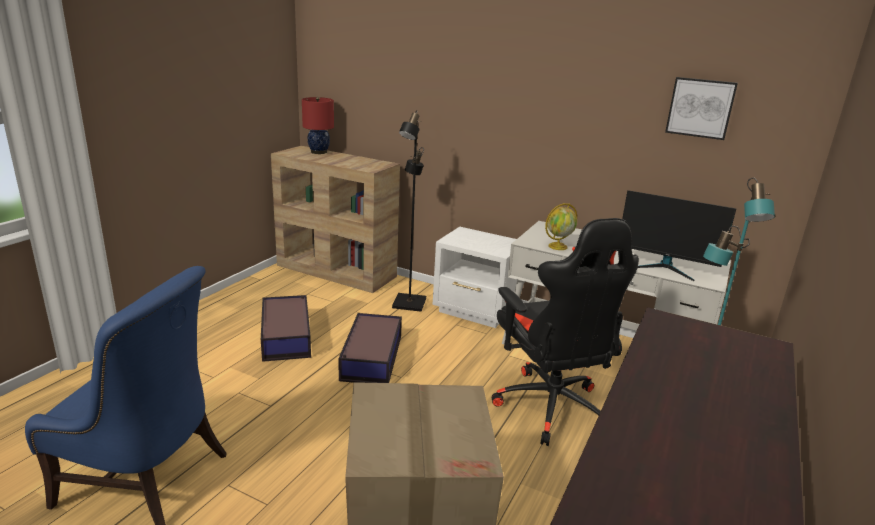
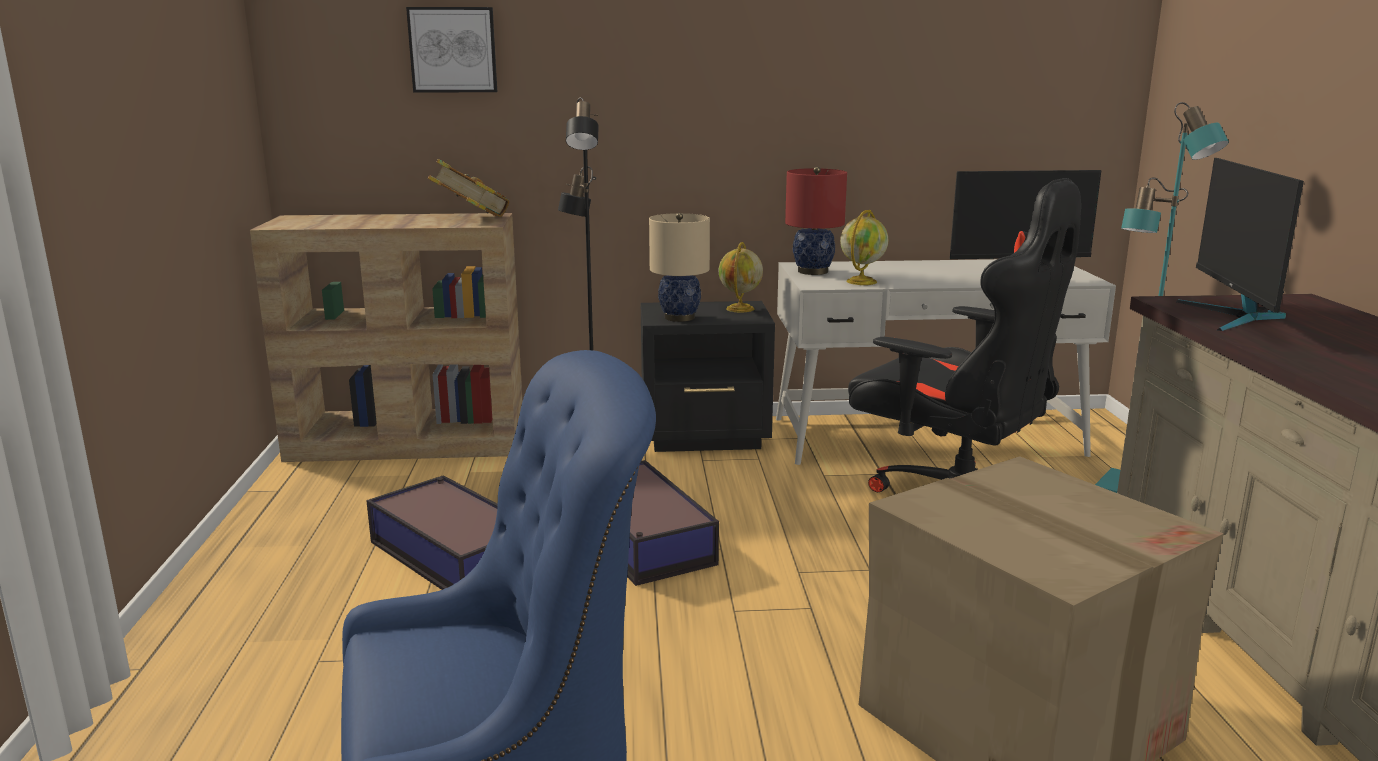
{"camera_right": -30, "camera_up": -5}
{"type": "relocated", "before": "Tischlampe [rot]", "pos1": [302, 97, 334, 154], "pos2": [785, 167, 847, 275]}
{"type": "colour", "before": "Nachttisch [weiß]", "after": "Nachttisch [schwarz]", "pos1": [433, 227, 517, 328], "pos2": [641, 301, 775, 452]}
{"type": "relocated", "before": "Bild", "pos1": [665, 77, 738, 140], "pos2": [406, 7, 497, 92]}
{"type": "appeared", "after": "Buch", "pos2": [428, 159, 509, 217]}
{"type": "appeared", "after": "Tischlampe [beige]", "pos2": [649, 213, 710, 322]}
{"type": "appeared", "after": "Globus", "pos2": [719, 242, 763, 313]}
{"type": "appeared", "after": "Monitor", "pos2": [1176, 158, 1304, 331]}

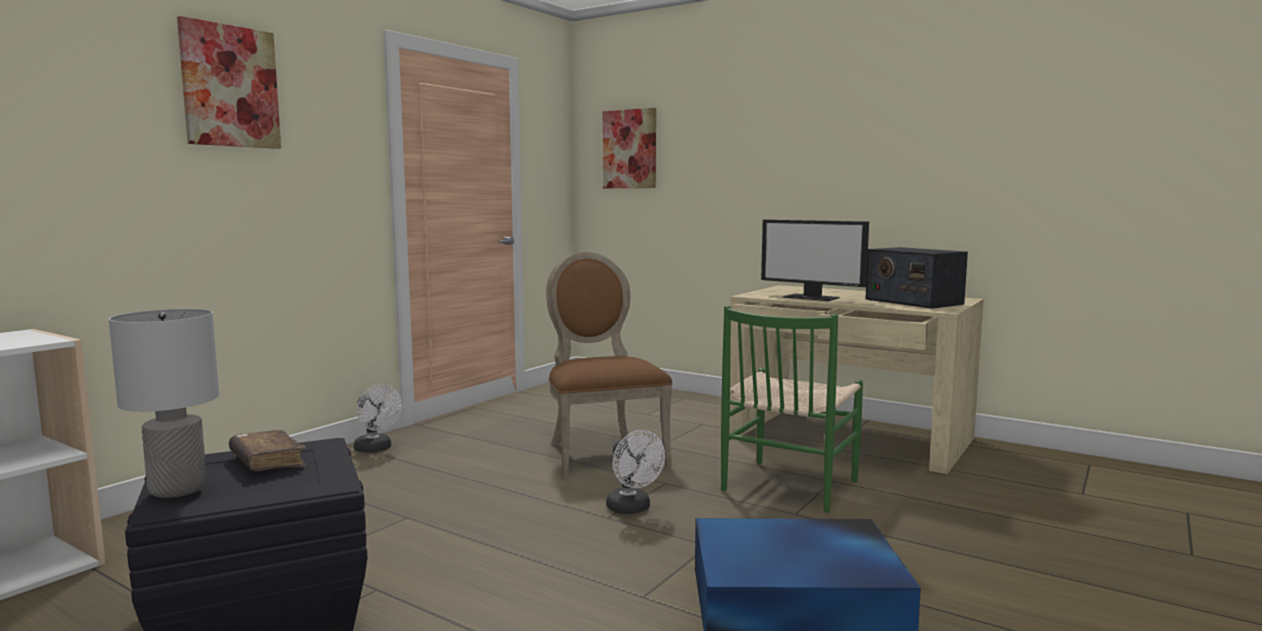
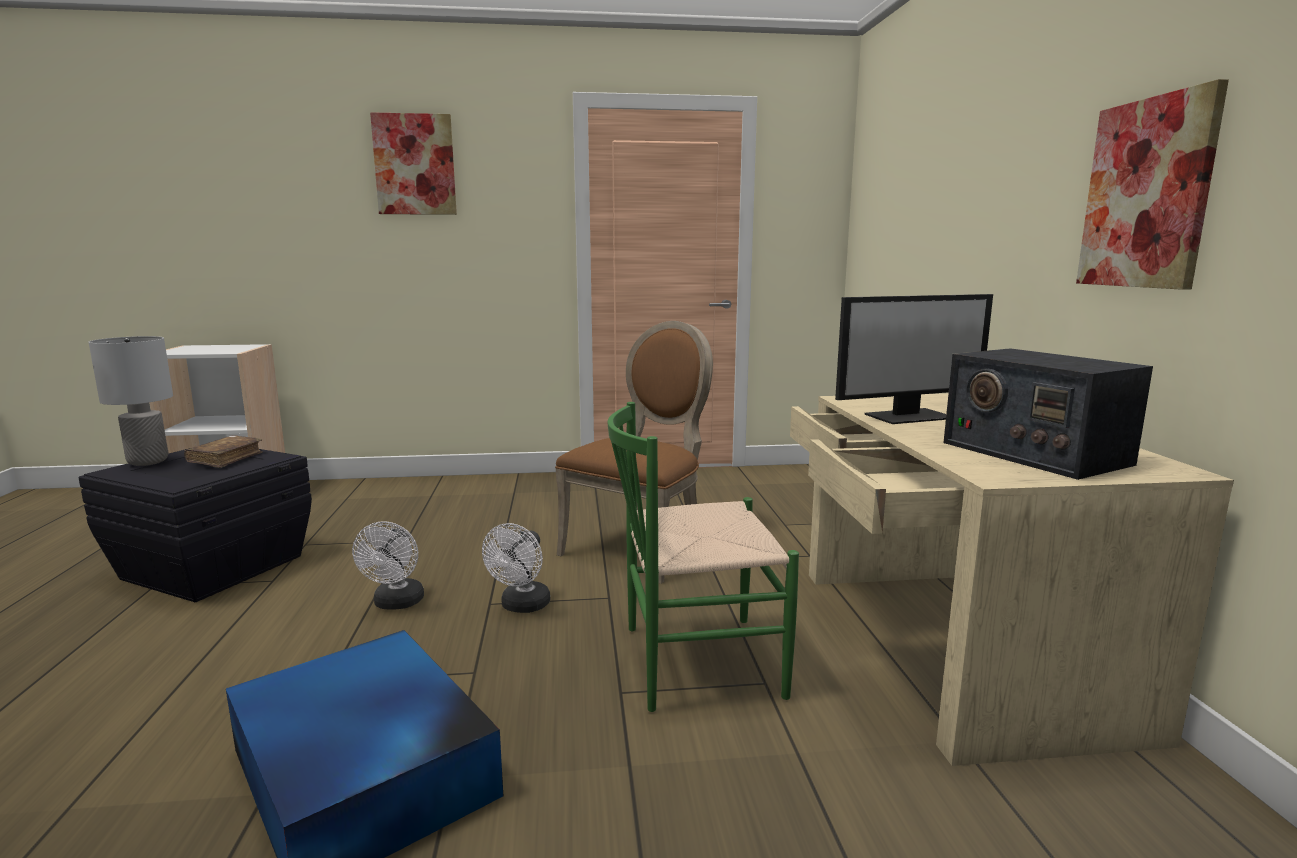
{"camera_right": 50, "camera_up": 5}
{"type": "relocated", "before": "Ventilator [weiß]", "pos1": [354, 384, 402, 453], "pos2": [352, 521, 424, 610]}
{"type": "relocated", "before": "Bild", "pos1": [602, 108, 656, 188], "pos2": [1076, 79, 1229, 290]}
{"type": "spun", "before": "Monitor", "pos1": [761, 220, 869, 301], "pos2": [835, 294, 993, 424], "turn": -105}
{"type": "spun", "before": "Radio", "pos1": [865, 247, 968, 309], "pos2": [944, 348, 1153, 480], "turn": -45}

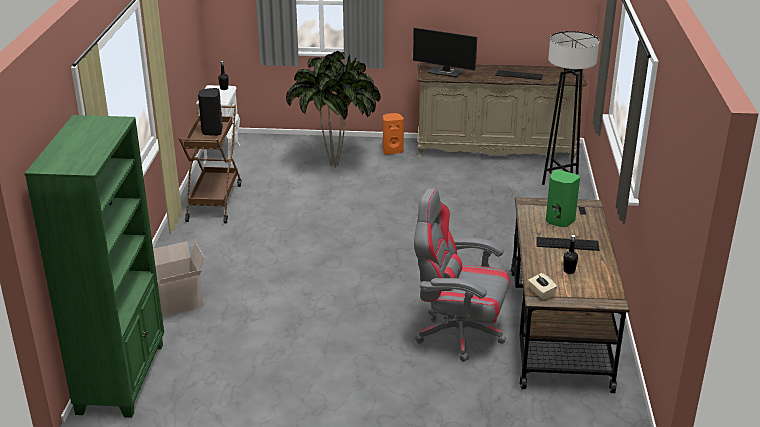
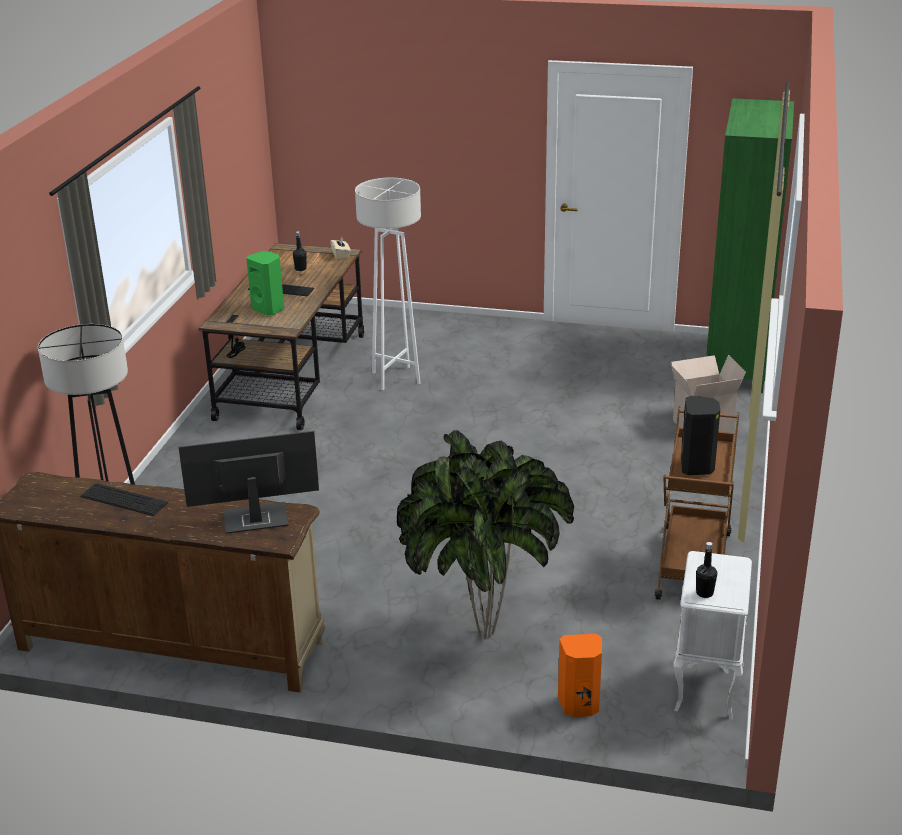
{"camera_right": -170, "camera_up": 0}
{"type": "relocated", "before": "Lautsprecher [orange]", "pos1": [383, 113, 404, 154], "pos2": [558, 634, 602, 717]}
{"type": "spun", "before": "Monitor", "pos1": [413, 27, 477, 78], "pos2": [178, 431, 319, 534], "turn": -45}
{"type": "exchanged", "before": "Bürostuhl [grau]", "after": "Stehlampe [weiß]", "pos1": [414, 188, 510, 362], "pos2": [355, 178, 421, 390]}

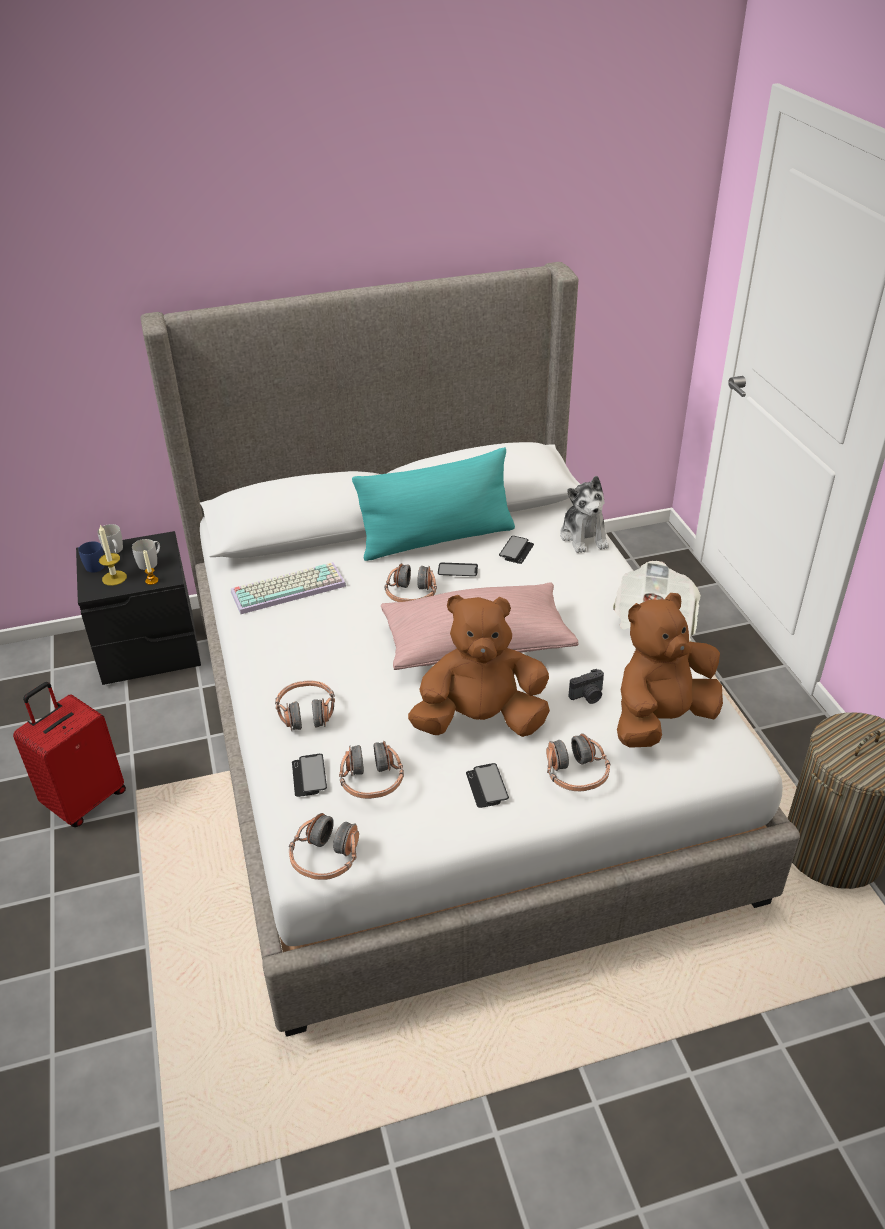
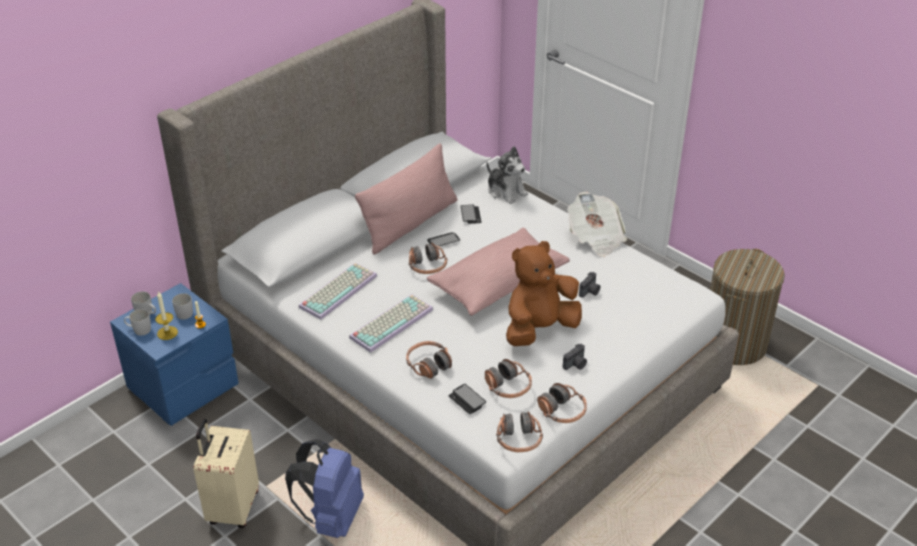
{"camera_right": -30, "camera_up": 0}
{"type": "colour", "before": "Koffer [rot]", "after": "Koffer [beige]", "pos1": [13, 682, 126, 827], "pos2": [193, 419, 259, 528]}
{"type": "colour", "before": "Nachttisch [schwarz]", "after": "Nachttisch [blau]", "pos1": [76, 531, 201, 685], "pos2": [110, 283, 239, 426]}
{"type": "colour", "before": "Henkelbecher [blau]", "after": "Henkelbecher [weiß]", "pos1": [78, 541, 105, 573], "pos2": [124, 309, 151, 336]}
{"type": "colour", "before": "Kissen [türkis]", "after": "Kissen [rosa]", "pos1": [352, 447, 515, 561], "pos2": [355, 143, 457, 255]}
{"type": "exchanged", "before": "Handy", "after": "Kamera", "pos1": [466, 763, 509, 808], "pos2": [563, 344, 587, 370]}
{"type": "relocated", "before": "Kopfhörer", "pos1": [546, 733, 610, 791], "pos2": [537, 383, 587, 423]}
{"type": "missing", "before": "Plüschtier [braun]", "pos1": [617, 593, 723, 748]}
{"type": "appeared", "after": "Rucksack [blau]", "pos2": [285, 439, 364, 538]}
{"type": "appeared", "after": "Tastatur", "pos2": [349, 294, 433, 353]}

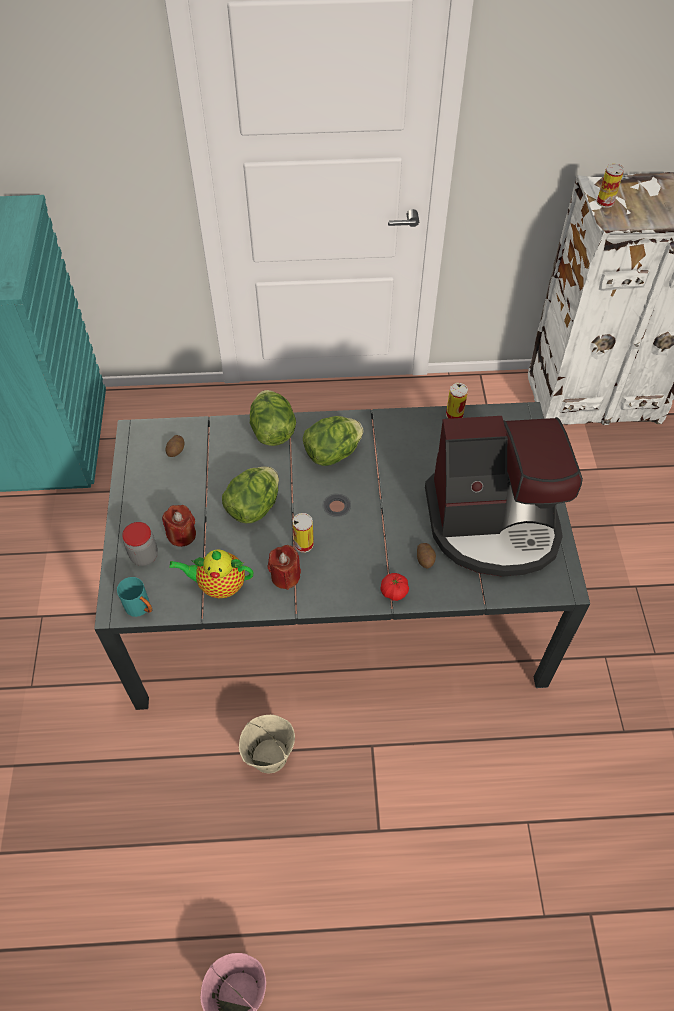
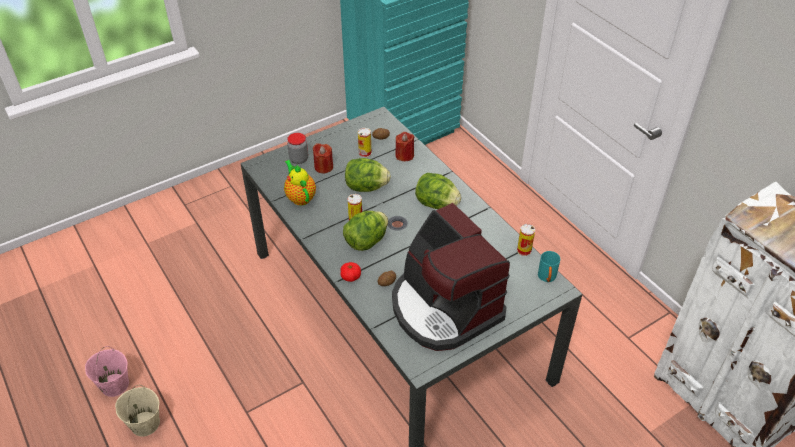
{"camera_right": 60, "camera_up": -10}
{"type": "relocated", "before": "Henkelbecher [türkis]", "pos1": [117, 577, 152, 617], "pos2": [538, 251, 560, 282]}
{"type": "relocated", "before": "Eimer [beige]", "pos1": [239, 715, 295, 774], "pos2": [115, 385, 160, 437]}
{"type": "relocated", "before": "Salatkopf", "pos1": [250, 390, 296, 446], "pos2": [343, 211, 388, 251]}
{"type": "relocated", "before": "Kerze [rot]", "pos1": [268, 545, 301, 590], "pos2": [395, 132, 414, 161]}
{"type": "relocated", "before": "Dose", "pos1": [596, 164, 624, 208], "pos2": [358, 128, 372, 158]}

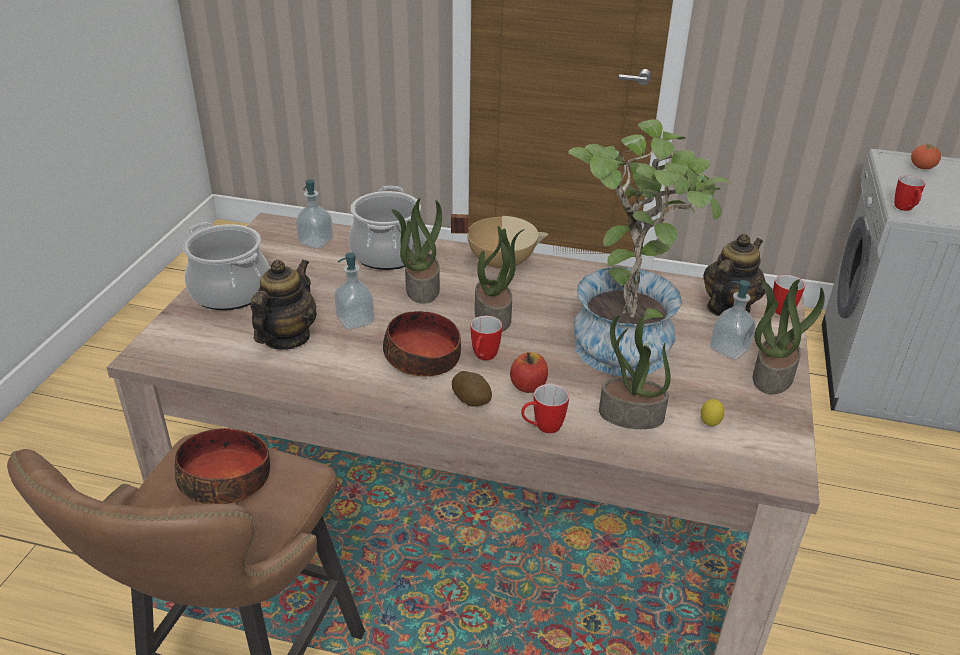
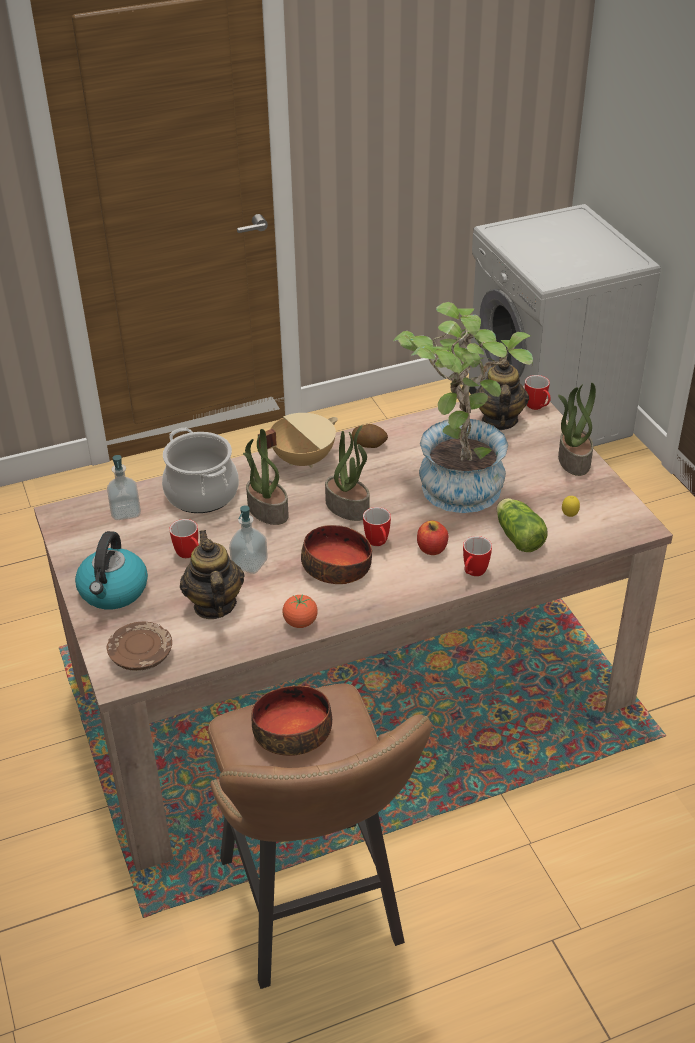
{"camera_right": -35, "camera_up": 5}
{"type": "exchanged", "before": "Kochtopf", "after": "Wasserkessel", "pos1": [183, 222, 270, 310], "pos2": [75, 531, 148, 609]}
{"type": "relocated", "before": "Kartoffel", "pos1": [452, 371, 492, 407], "pos2": [351, 424, 388, 448]}
{"type": "exchanged", "before": "Topfpflanze", "after": "Salatkopf", "pos1": [599, 315, 671, 429], "pos2": [496, 498, 548, 552]}
{"type": "missing", "before": "Seifenspender", "pos1": [710, 280, 756, 360]}
{"type": "relocated", "before": "Henkelbecher", "pos1": [894, 175, 926, 211], "pos2": [169, 519, 199, 558]}
{"type": "relocated", "before": "Tomate", "pos1": [911, 143, 941, 169], "pos2": [283, 594, 318, 628]}
{"type": "appeared", "after": "Teller [braun]", "pos2": [107, 622, 172, 671]}

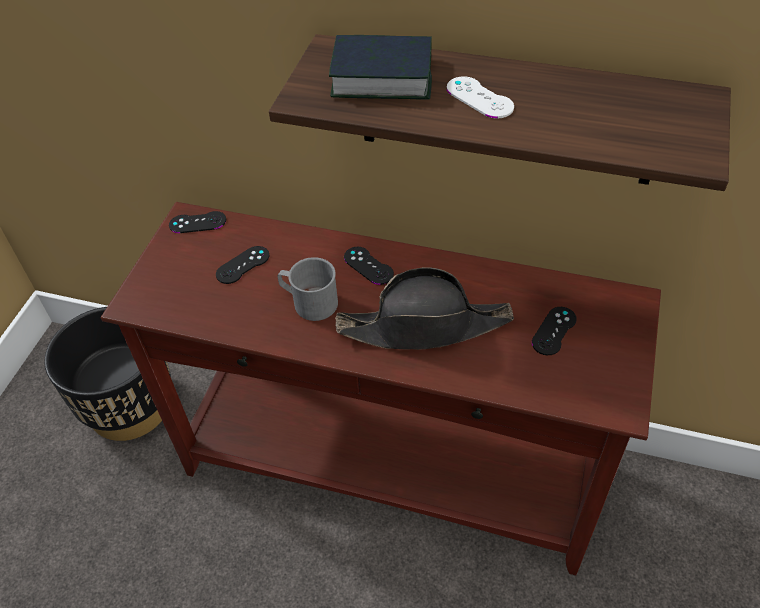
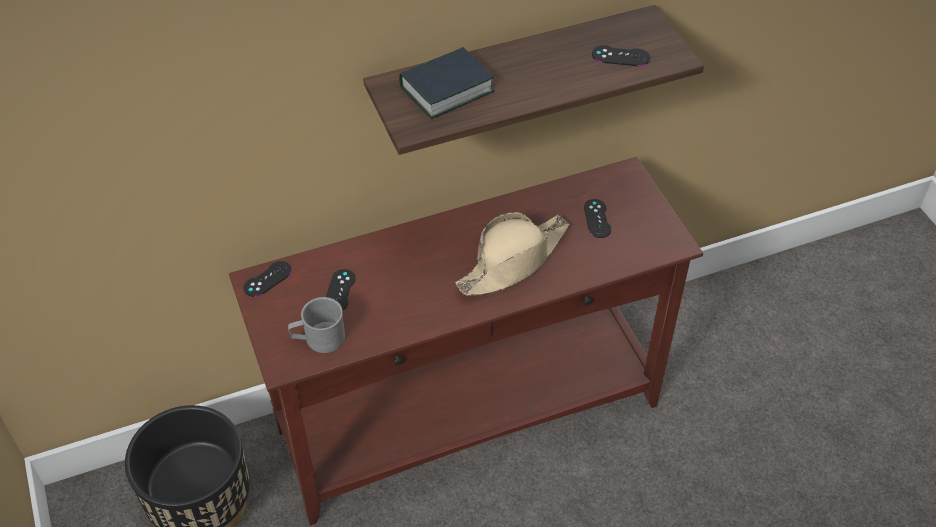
{"camera_right": -40, "camera_up": 0}
{"type": "relocated", "before": "Henkelbecher [grau]", "pos1": [277, 257, 338, 321], "pos2": [288, 297, 345, 353]}
{"type": "colour", "before": "Hut [schwarz]", "after": "Hut [beige]", "pos1": [335, 267, 514, 350], "pos2": [456, 212, 570, 296]}
{"type": "relocated", "before": "Gamepad [schwarz]", "pos1": [344, 247, 394, 285], "pos2": [592, 45, 650, 66]}
{"type": "missing", "before": "Gamepad [weiß]", "pos1": [446, 76, 514, 119]}

